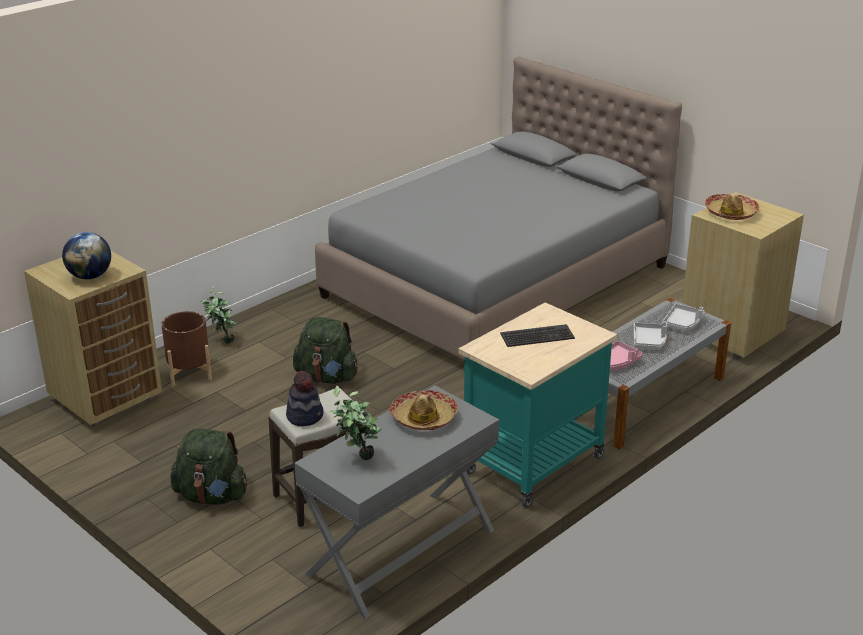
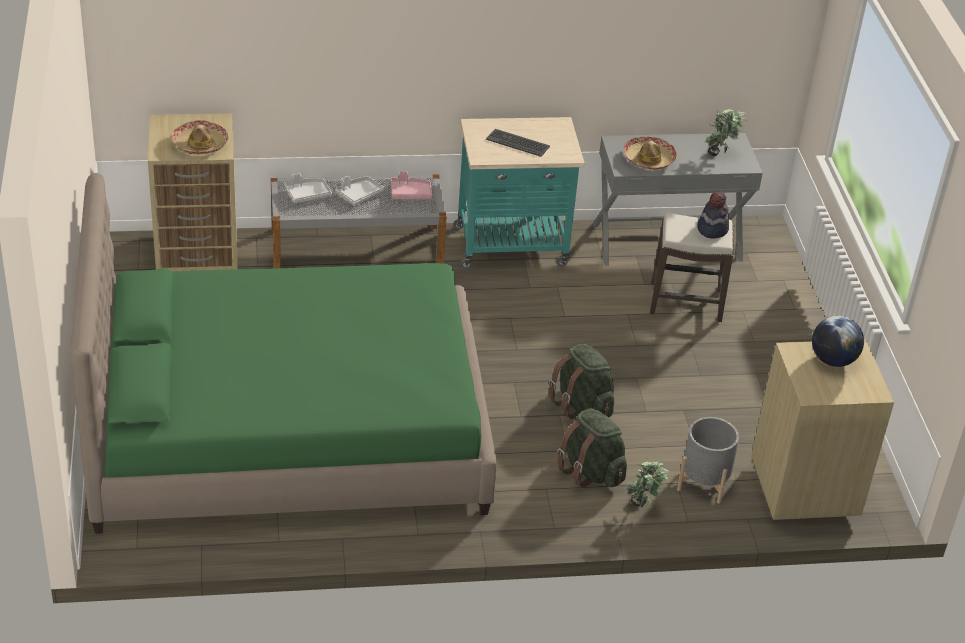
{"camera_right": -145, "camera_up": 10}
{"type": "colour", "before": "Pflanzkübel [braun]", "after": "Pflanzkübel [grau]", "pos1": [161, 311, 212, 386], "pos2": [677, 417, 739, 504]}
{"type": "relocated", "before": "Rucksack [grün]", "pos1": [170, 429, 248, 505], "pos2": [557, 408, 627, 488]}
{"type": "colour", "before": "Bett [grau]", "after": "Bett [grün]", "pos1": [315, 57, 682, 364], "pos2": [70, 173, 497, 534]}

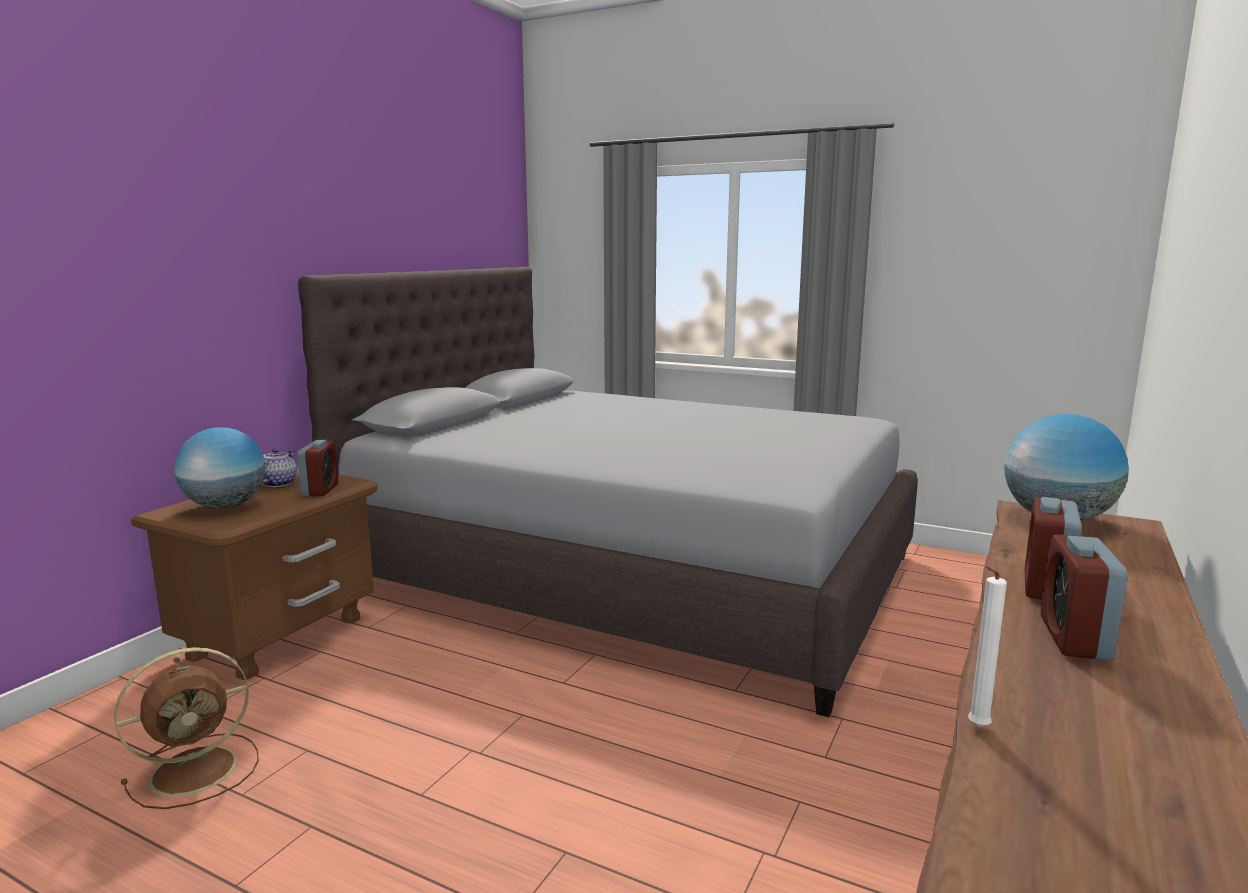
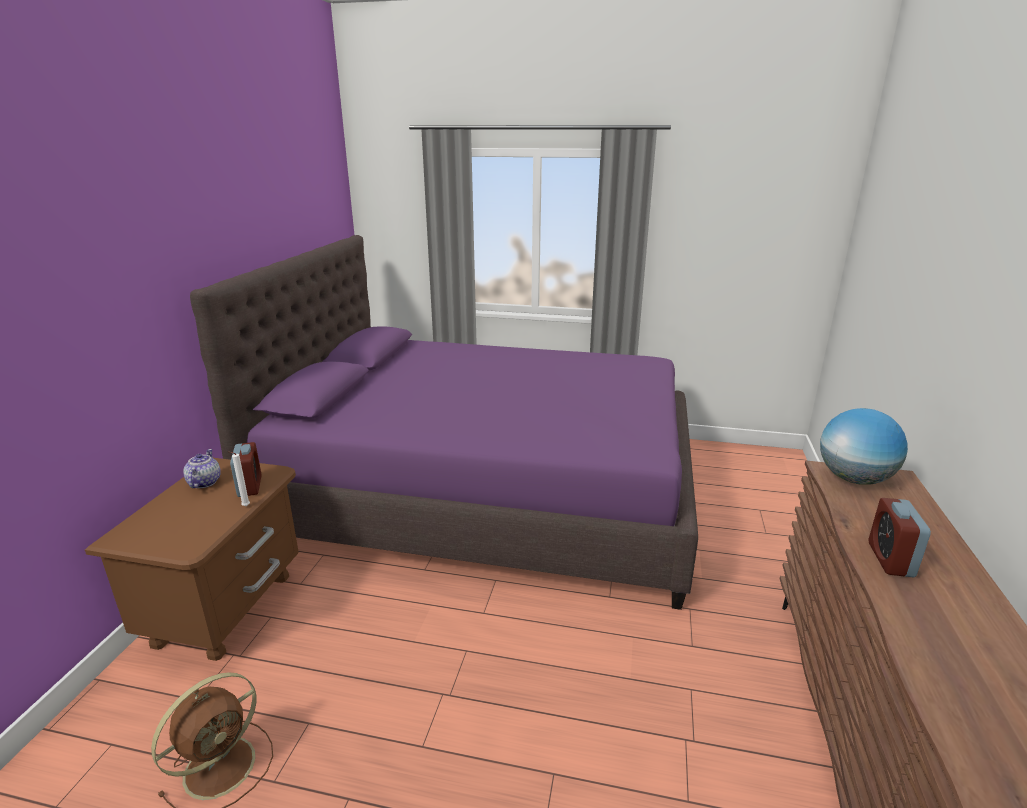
{"camera_right": -15, "camera_up": 10}
{"type": "missing", "before": "Globus", "pos1": [175, 427, 266, 509]}
{"type": "colour", "before": "Bett [grau]", "after": "Bett [lila]", "pos1": [298, 267, 918, 717], "pos2": [190, 235, 698, 610]}
{"type": "relocated", "before": "Kerze [weiß]", "pos1": [968, 566, 1007, 727], "pos2": [227, 451, 250, 506]}
{"type": "missing", "before": "Wecker", "pos1": [1041, 534, 1128, 661]}

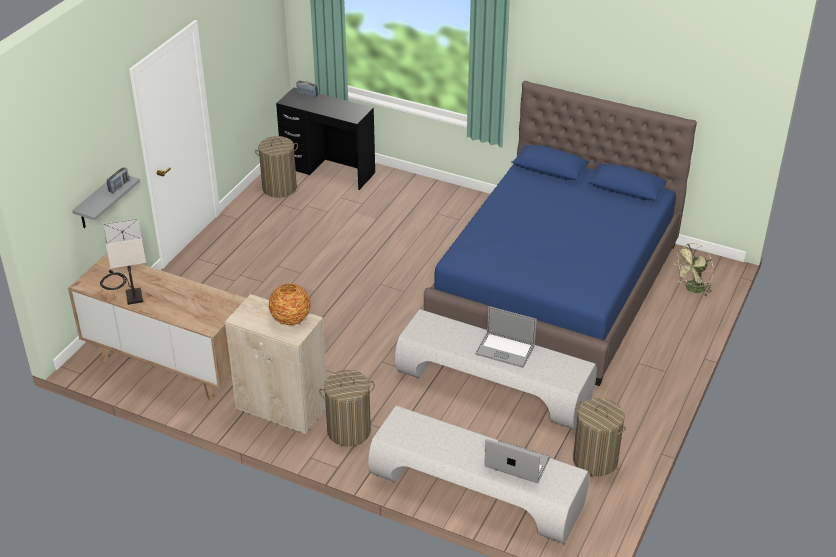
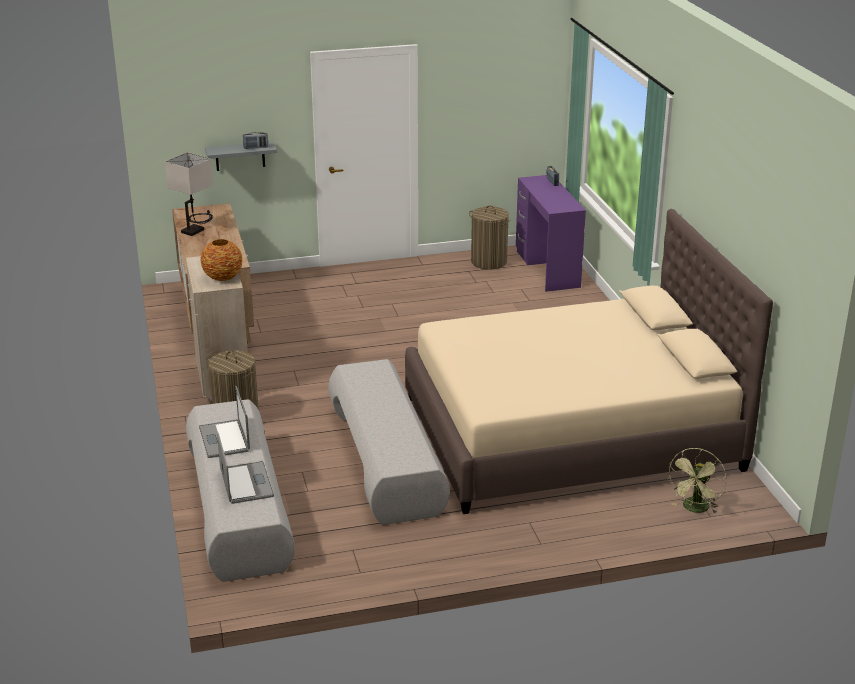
{"camera_right": 50, "camera_up": -10}
{"type": "colour", "before": "Schreibtisch [schwarz]", "after": "Schreibtisch [lila]", "pos1": [276, 87, 375, 190], "pos2": [516, 175, 586, 292]}
{"type": "colour", "before": "Bett [blau]", "after": "Bett [beige]", "pos1": [424, 81, 697, 386], "pos2": [405, 209, 773, 514]}
{"type": "relocated", "before": "Laptop", "pos1": [475, 306, 537, 368], "pos2": [199, 386, 250, 458]}
{"type": "missing", "before": "Wäschekorb", "pos1": [573, 398, 626, 477]}
{"type": "spun", "before": "Ventilator [grün]", "pos1": [673, 243, 713, 297], "pos2": [668, 448, 727, 514], "turn": -75}

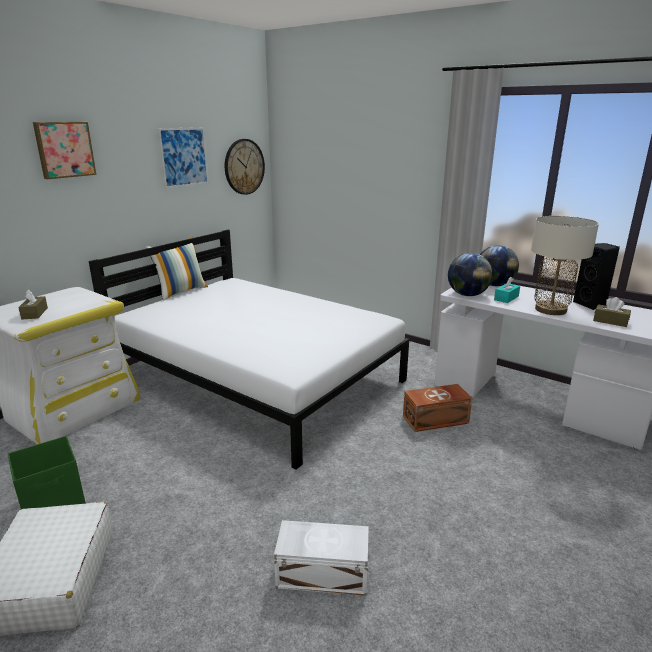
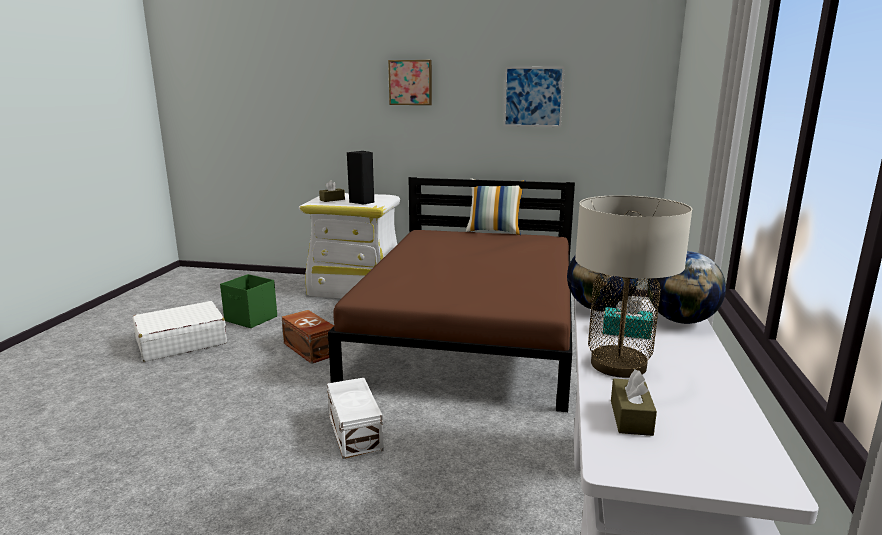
{"camera_right": 65, "camera_up": -5}
{"type": "colour", "before": "Bett [weiß]", "after": "Bett [braun]", "pos1": [89, 230, 409, 470], "pos2": [328, 177, 575, 412]}
{"type": "missing", "before": "Wanduhr", "pos1": [225, 139, 265, 195]}
{"type": "relocated", "before": "Aufbewahrungsbox [weiß]", "pos1": [274, 520, 369, 596], "pos2": [327, 378, 384, 459]}
{"type": "relocated", "before": "Aufbewahrungsbox [braun]", "pos1": [403, 384, 472, 432], "pos2": [282, 310, 334, 364]}
{"type": "relocated", "before": "Lautsprecher [schwarz]", "pos1": [573, 243, 620, 310], "pos2": [347, 151, 374, 204]}

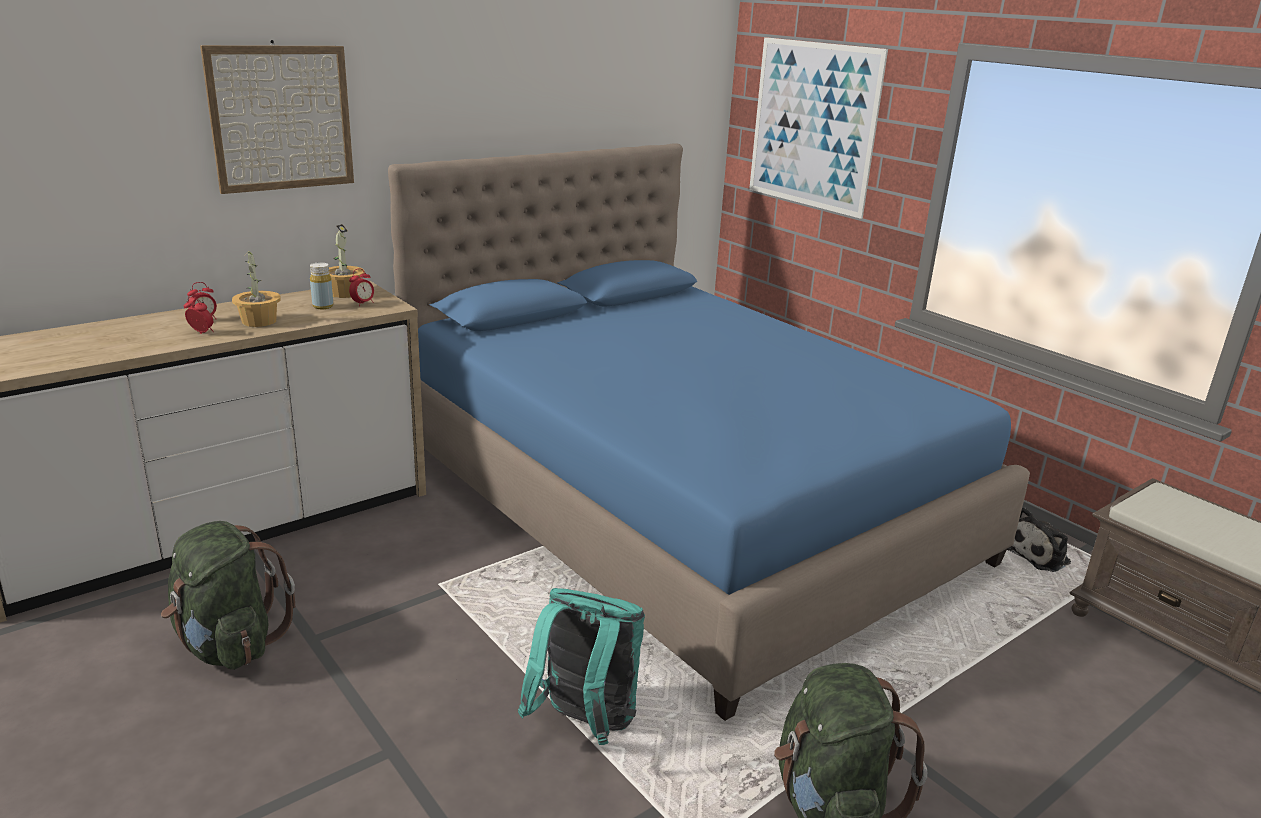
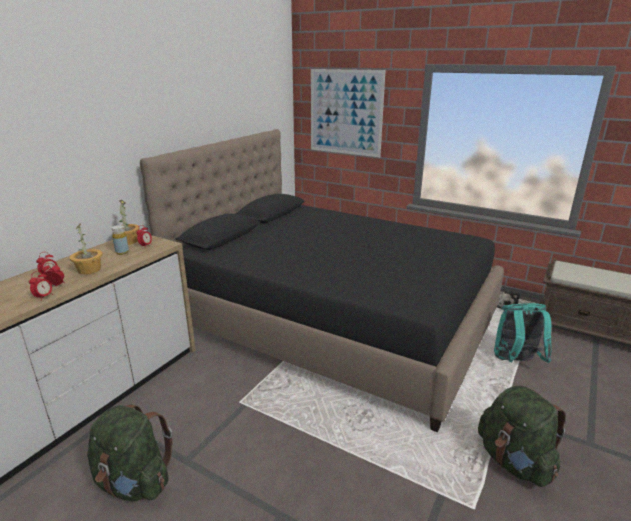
{"camera_right": -20, "camera_up": 0}
{"type": "missing", "before": "Bild", "pos1": [200, 40, 354, 194]}
{"type": "colour", "before": "Bett [blau]", "after": "Bett [schwarz]", "pos1": [388, 143, 1030, 721], "pos2": [140, 129, 504, 432]}
{"type": "relocated", "before": "Rucksack [türkis]", "pos1": [518, 588, 645, 745], "pos2": [494, 303, 551, 363]}
{"type": "appeared", "after": "Wecker", "pos2": [29, 271, 53, 301]}

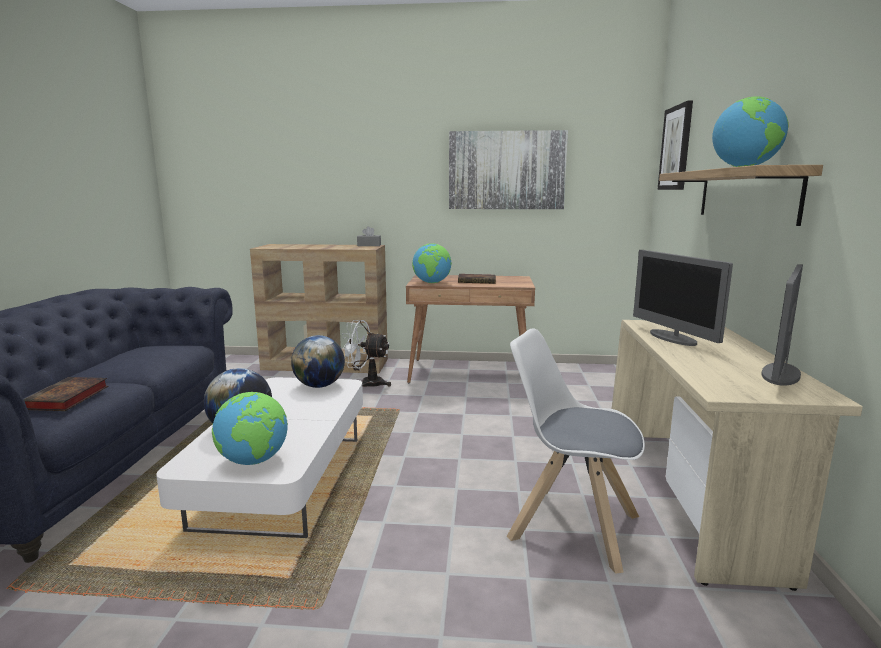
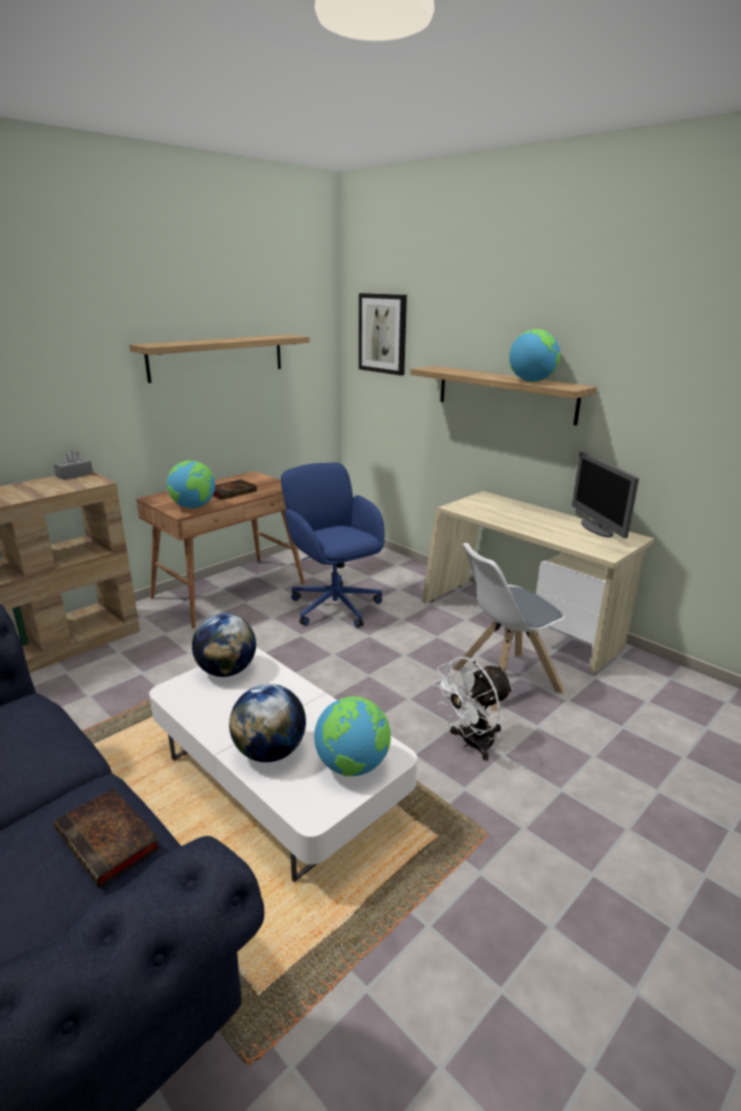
{"camera_right": -50, "camera_up": 10}
{"type": "relocated", "before": "Ventilator [weiß]", "pos1": [341, 320, 391, 387], "pos2": [432, 657, 513, 761]}
{"type": "exchanged", "before": "Bild", "after": "Wandregal", "pos1": [449, 130, 568, 209], "pos2": [129, 335, 310, 383]}
{"type": "missing", "before": "Monitor", "pos1": [633, 250, 733, 346]}
{"type": "appeared", "after": "Bürostuhl [blau]", "pos2": [281, 463, 385, 628]}

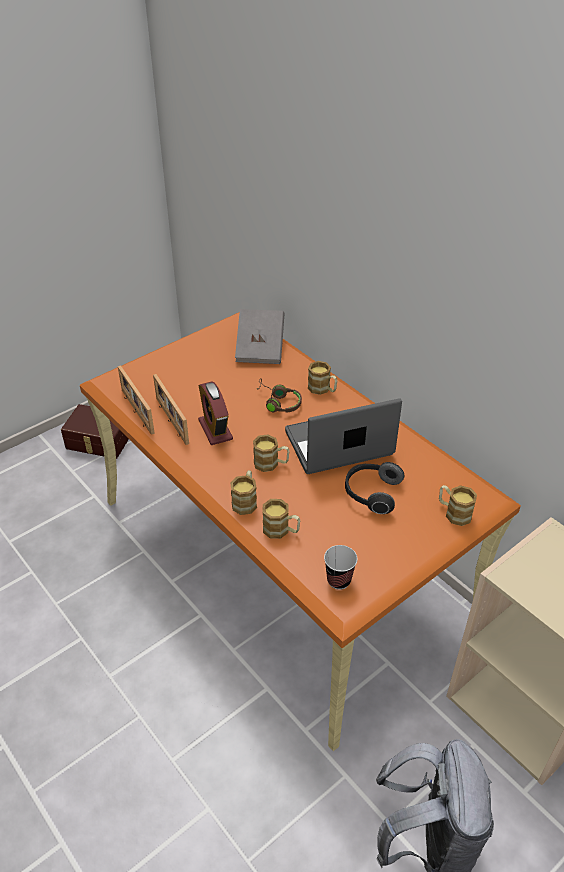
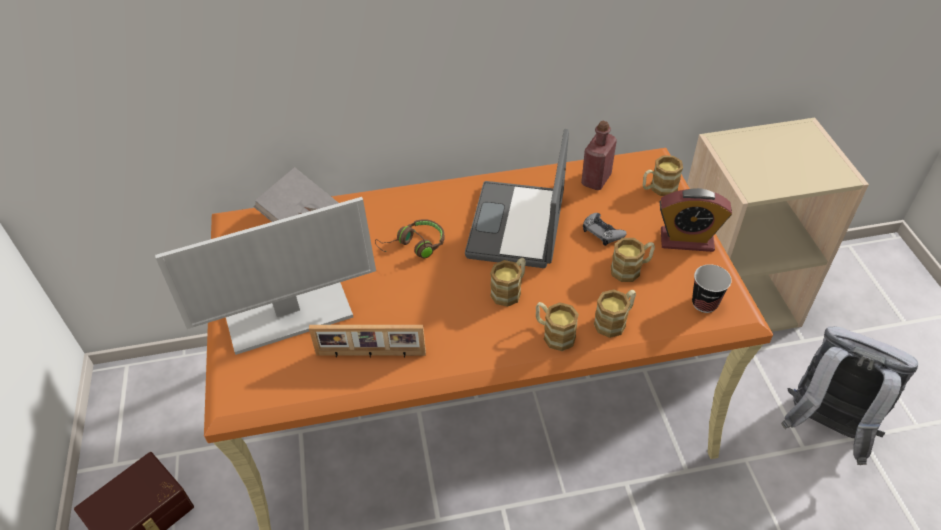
{"camera_right": -60, "camera_up": 5}
{"type": "missing", "before": "Bilderrahmen", "pos1": [118, 365, 155, 435]}
{"type": "relocated", "before": "Wecker", "pos1": [198, 382, 233, 445], "pos2": [660, 188, 732, 252]}
{"type": "relocated", "before": "Henkelbecher", "pos1": [308, 361, 337, 395], "pos2": [611, 238, 655, 282]}
{"type": "exchanged", "before": "Kopfhörer", "after": "Gamepad [grau]", "pos1": [345, 462, 404, 514], "pos2": [583, 213, 627, 246]}
{"type": "appeared", "after": "Monitor", "pos2": [155, 197, 376, 355]}
{"type": "appeared", "after": "Flasche [rot]", "pos2": [581, 121, 617, 190]}

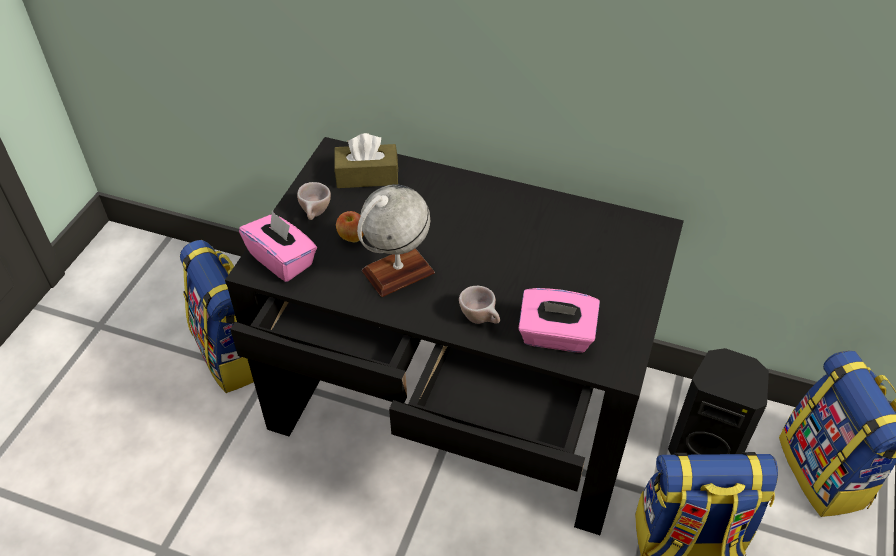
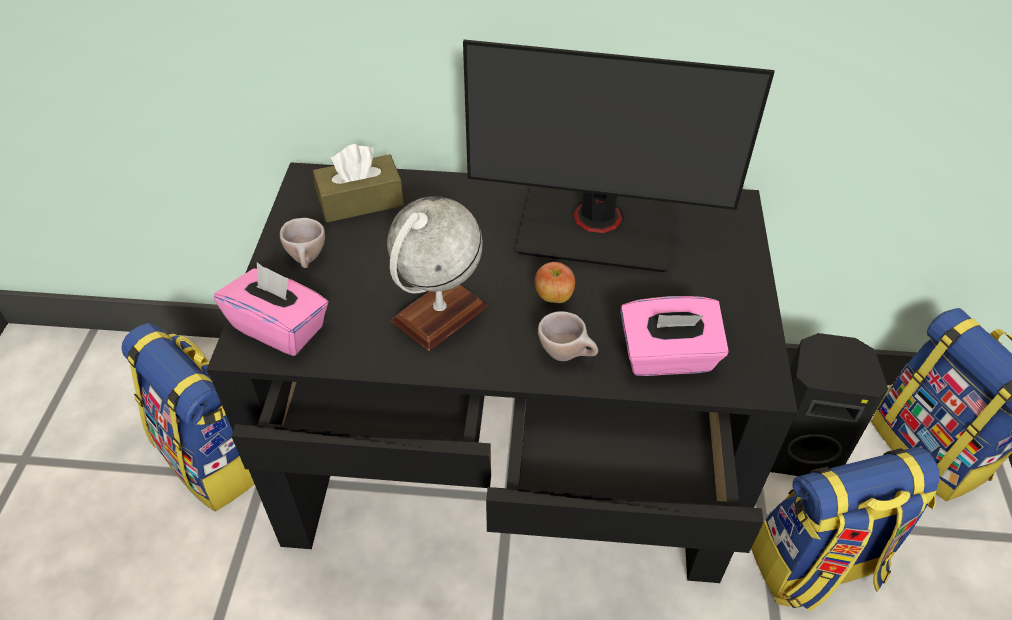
{"camera_right": -15, "camera_up": 0}
{"type": "relocated", "before": "Apfel", "pos1": [336, 211, 364, 242], "pos2": [535, 262, 575, 303]}
{"type": "appeared", "after": "Monitor", "pos2": [463, 40, 774, 272]}

